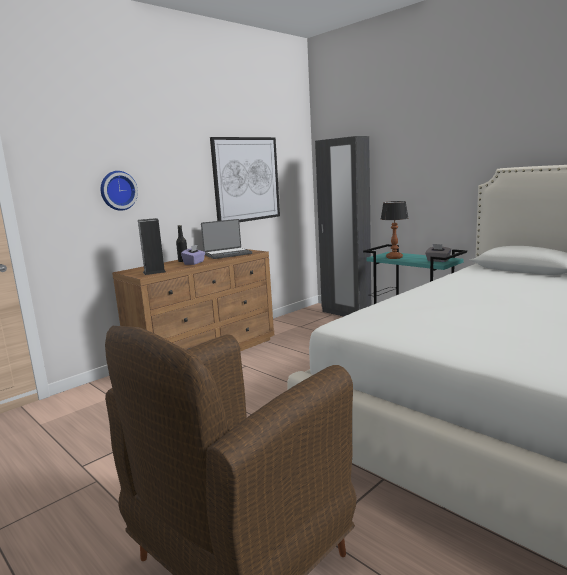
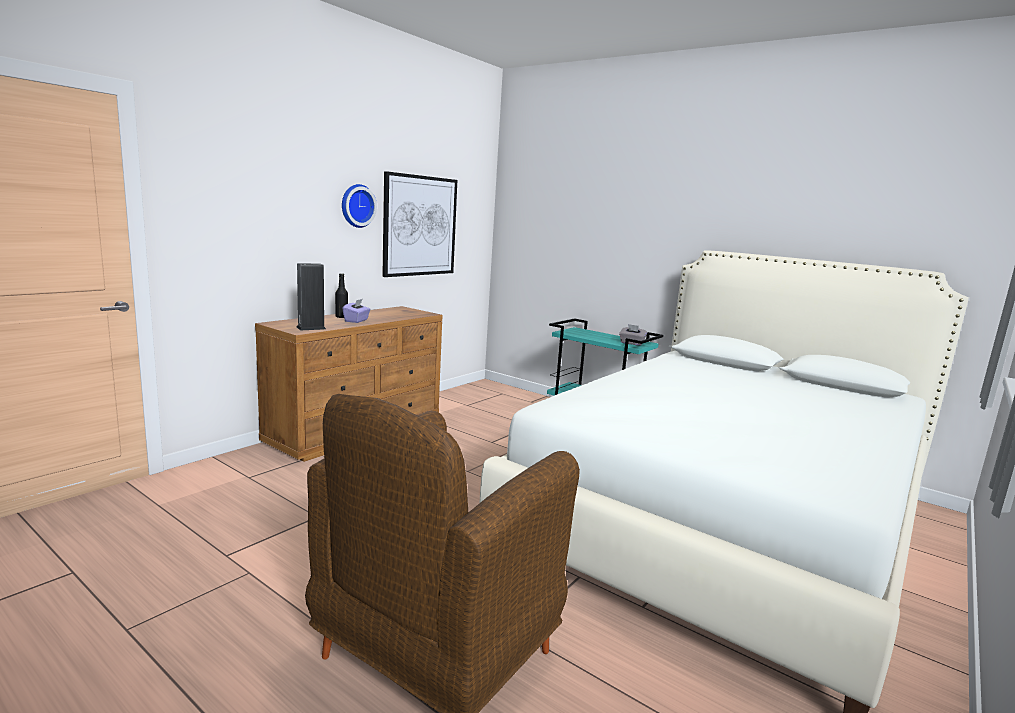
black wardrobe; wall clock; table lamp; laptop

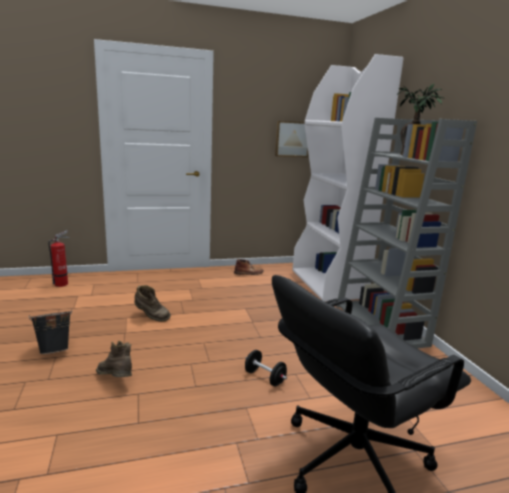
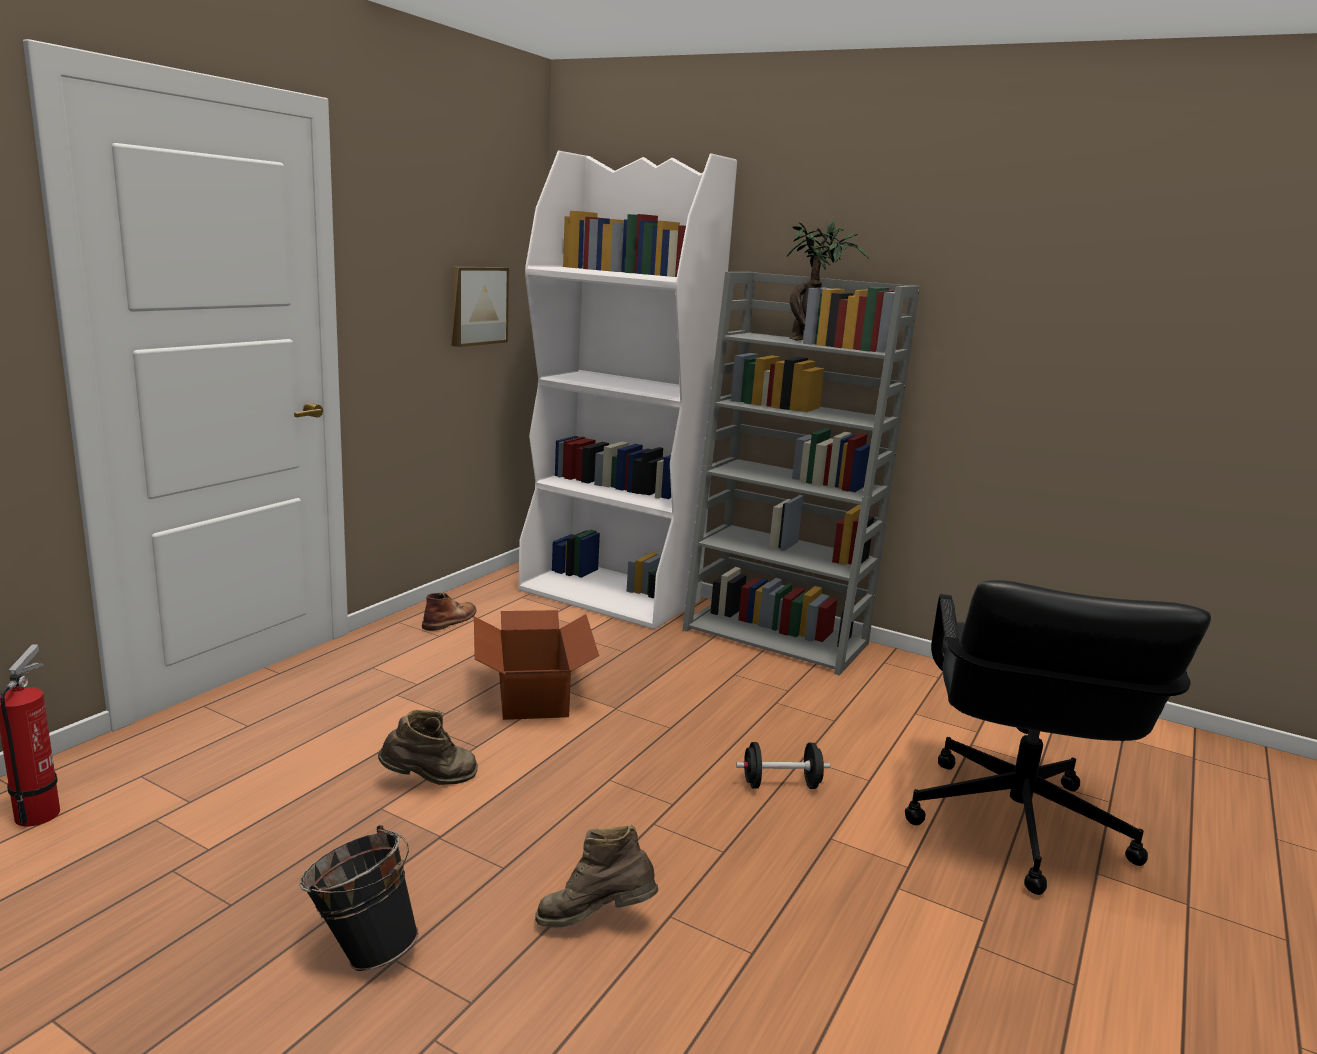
cardboard box

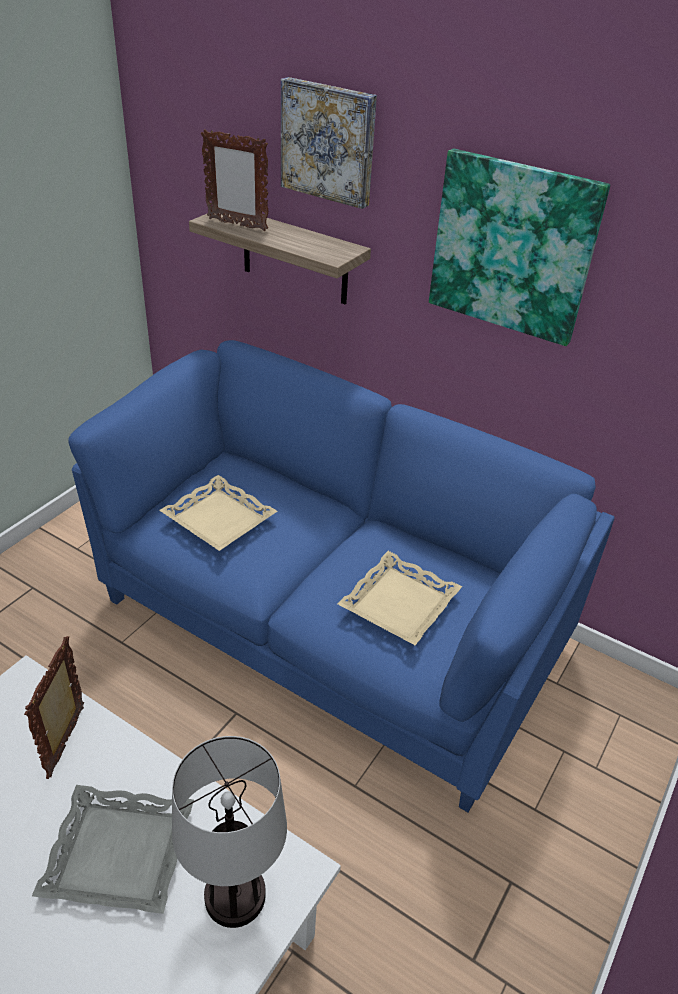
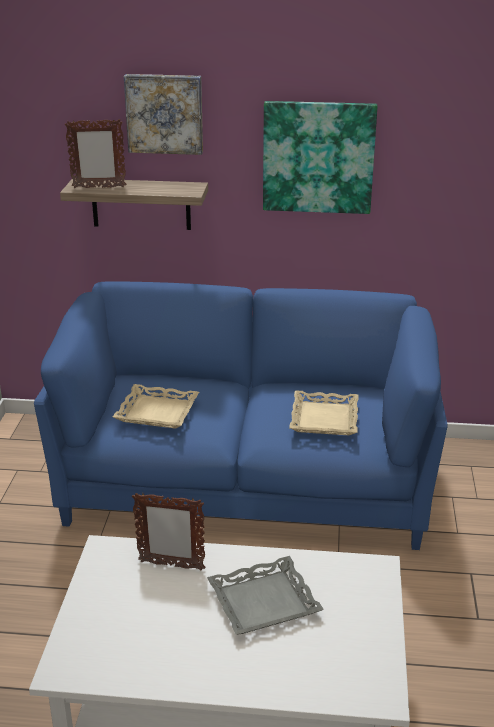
picture frame (no. 2 from left); table lamp

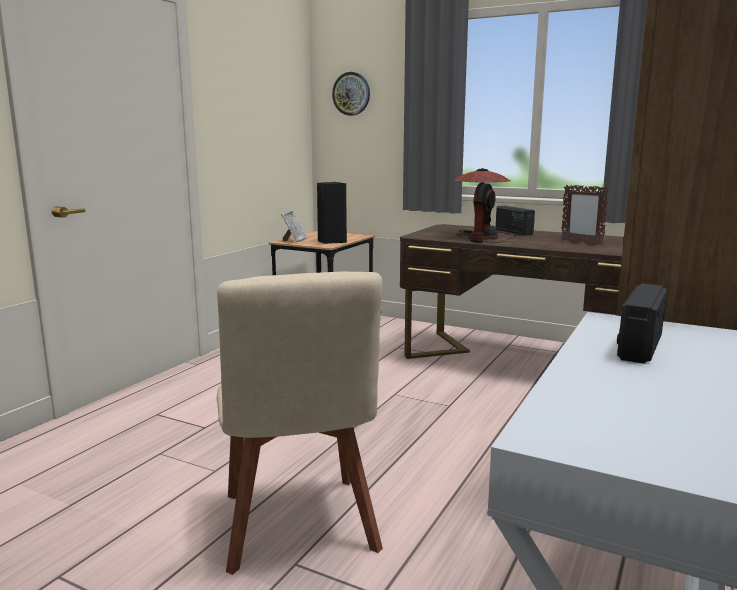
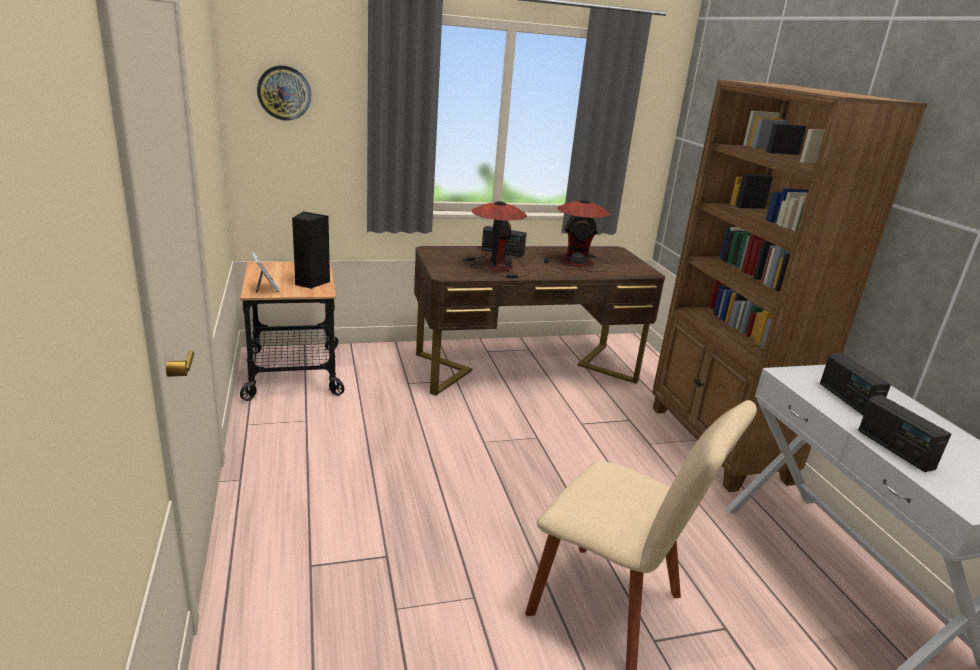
table lamp (no. 2 from left); radio (no. 3 from left)

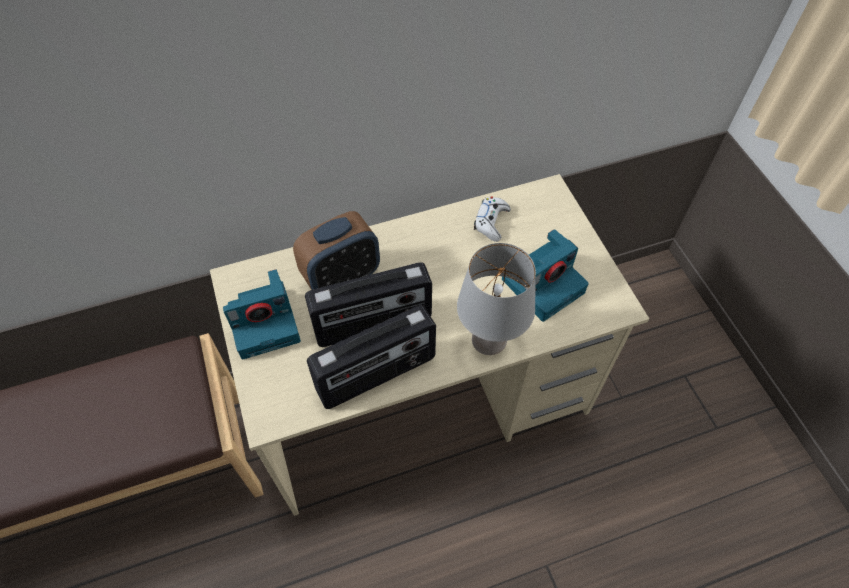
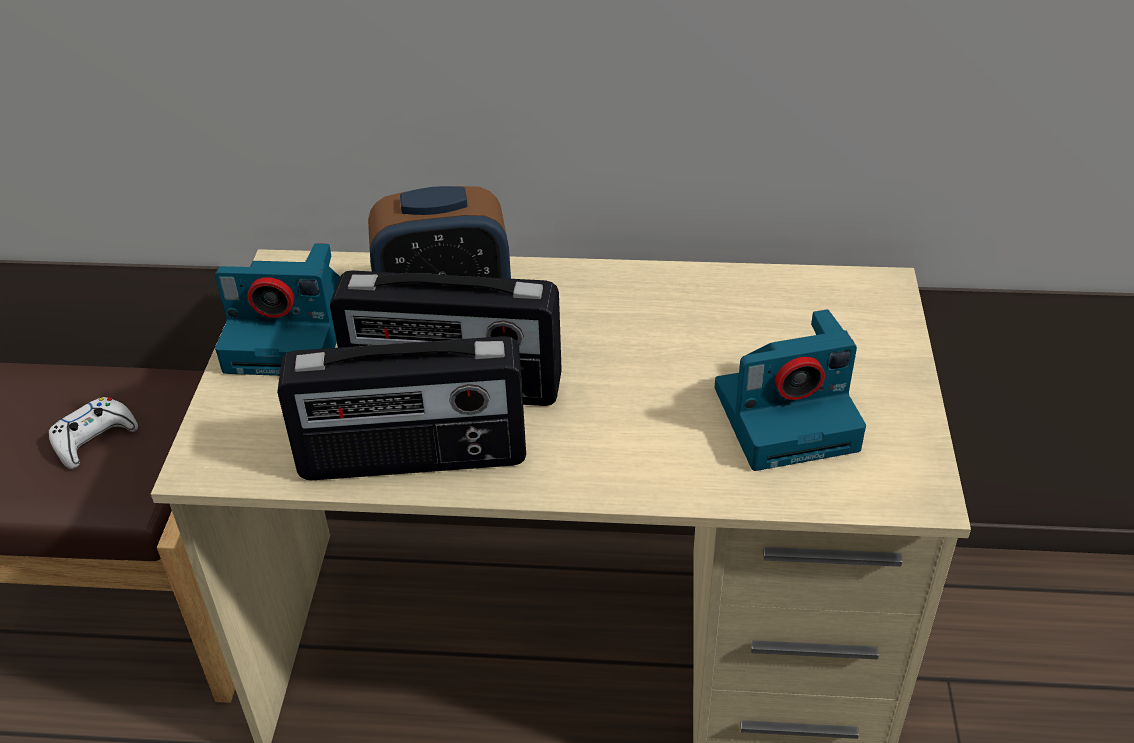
white game controller; grey table lamp

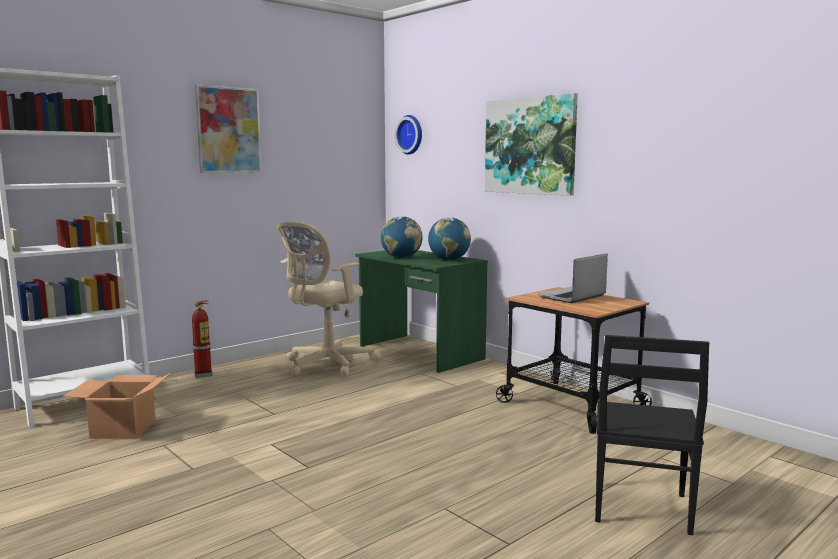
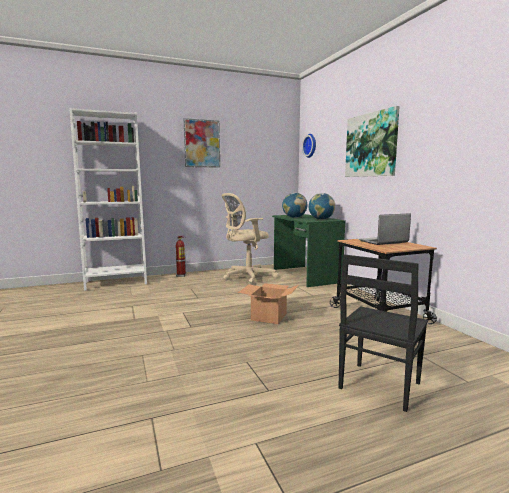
cardboard box

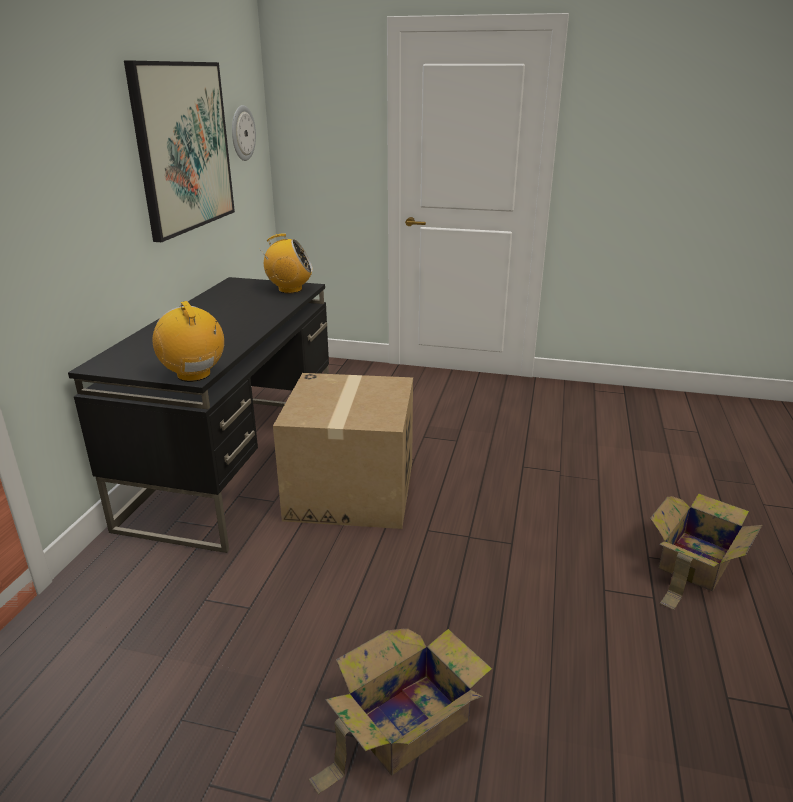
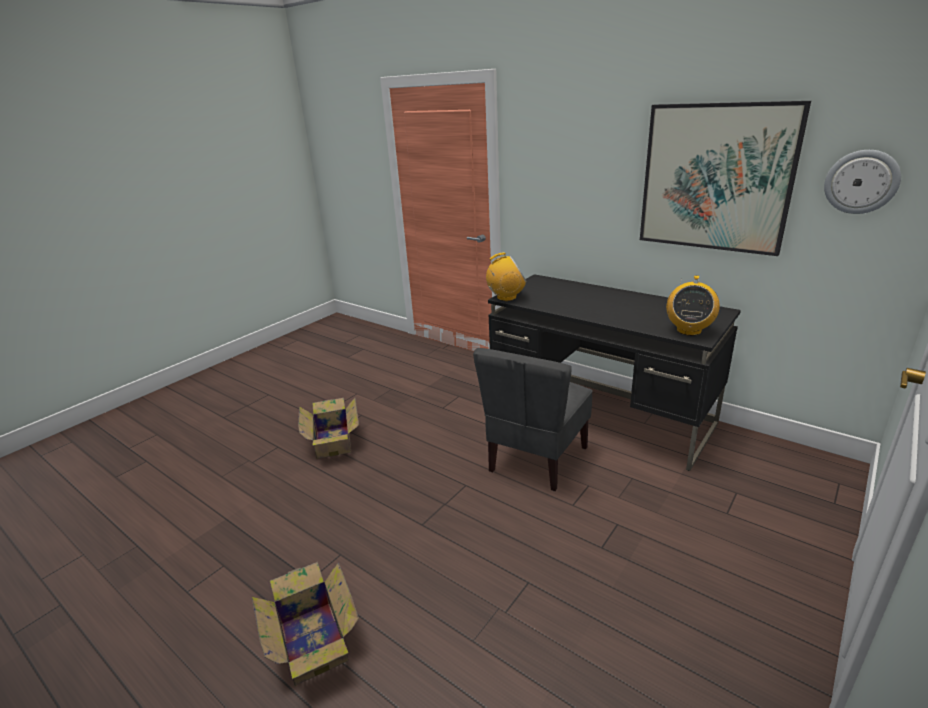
grey chair

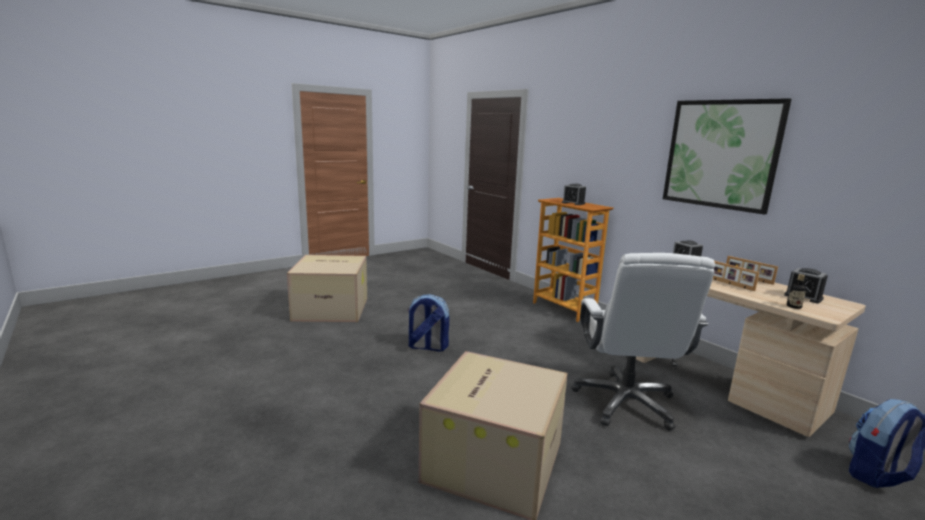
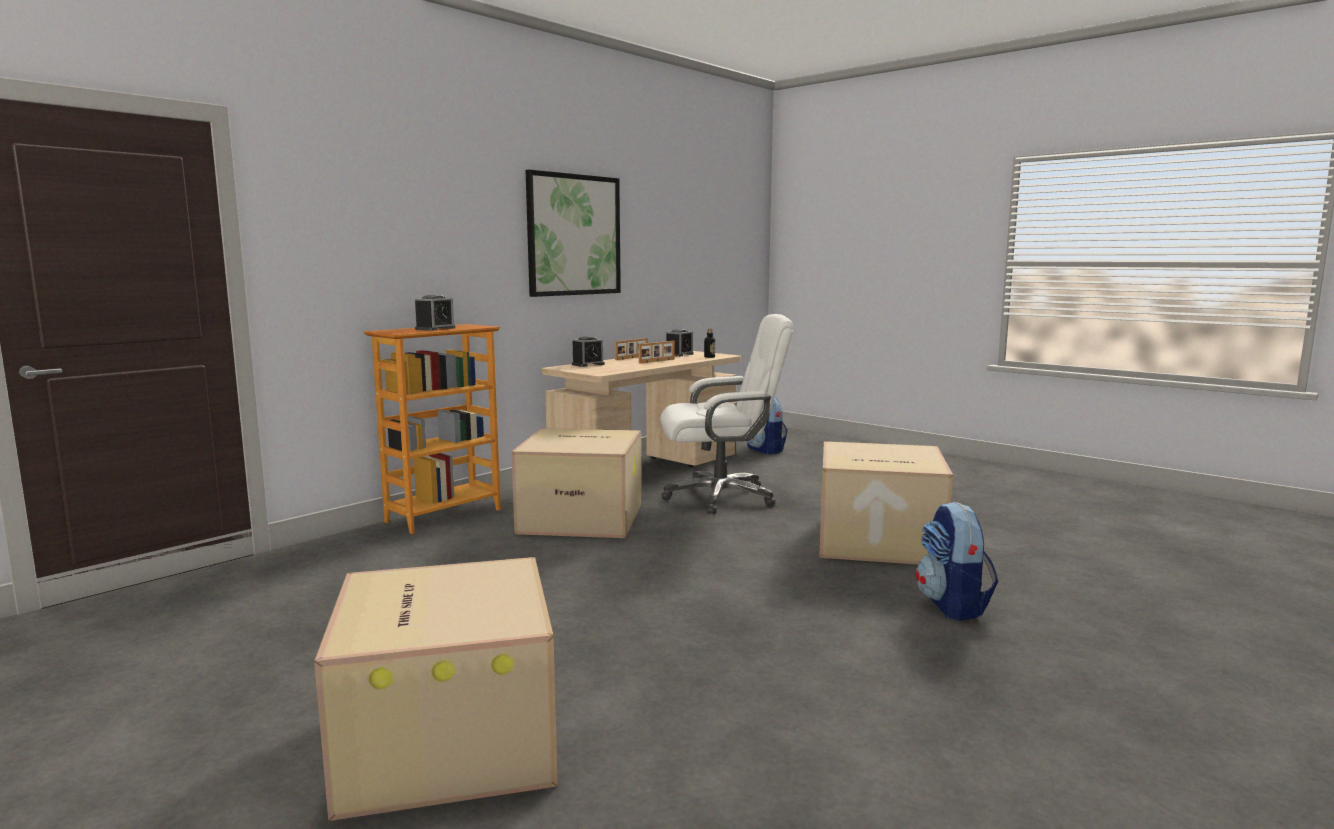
backpack (no. 2 from left); cardboard box (no. 2 from left)

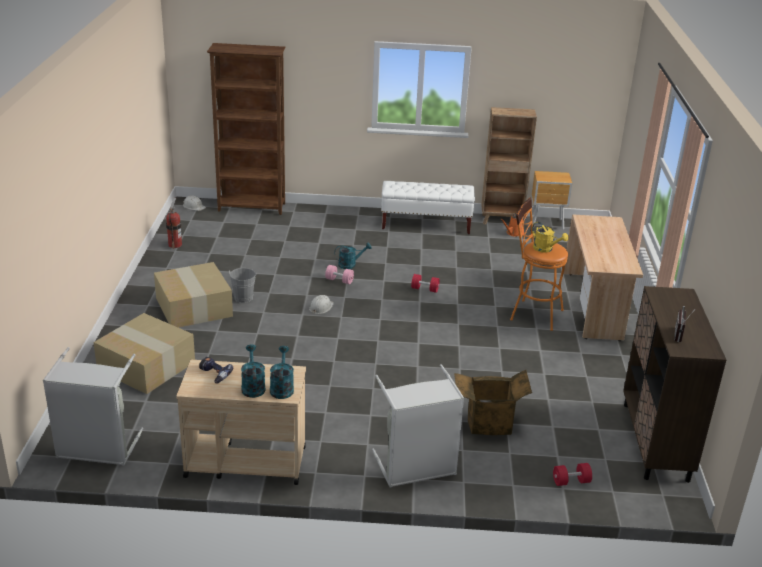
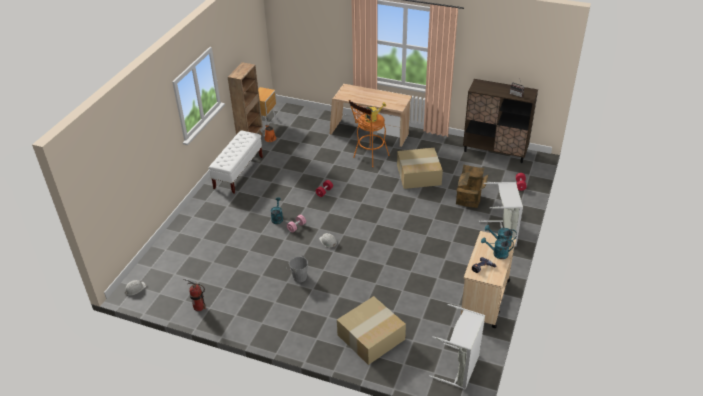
brown bookcase (no. 1 from left in the first image); cardboard box (no. 2 from left)

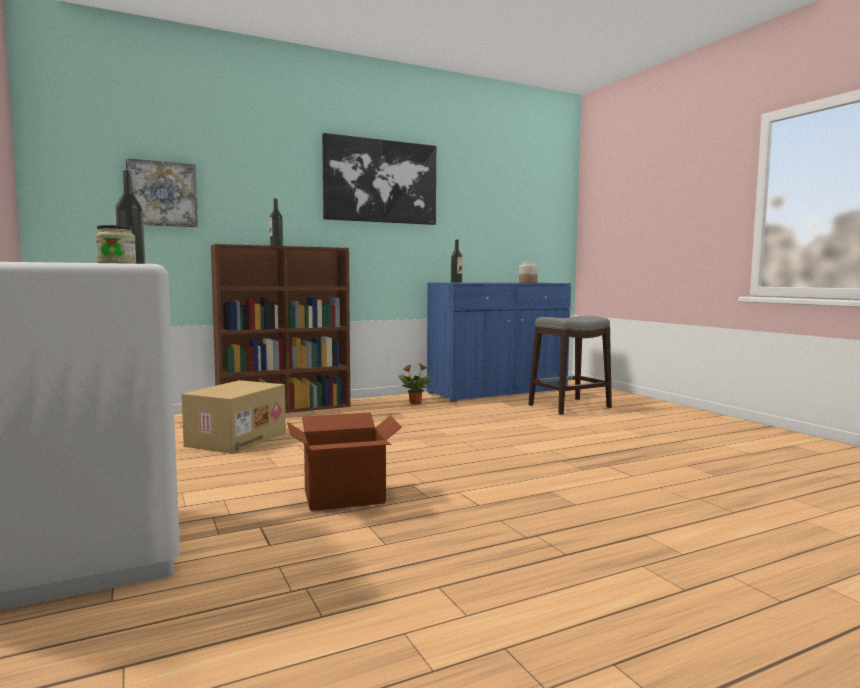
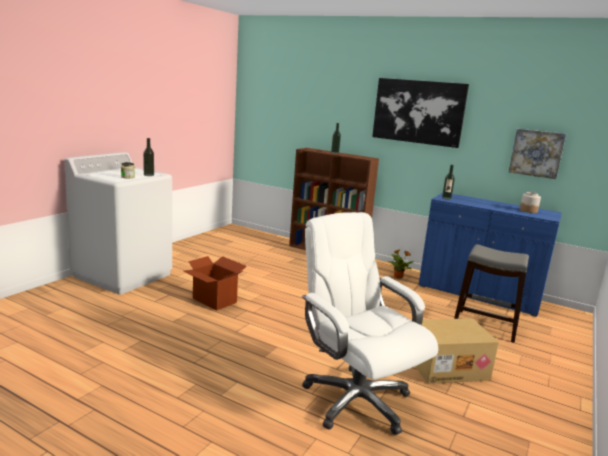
picture (no. 2 from left); cardboard box (no. 2 from left); white office chair

